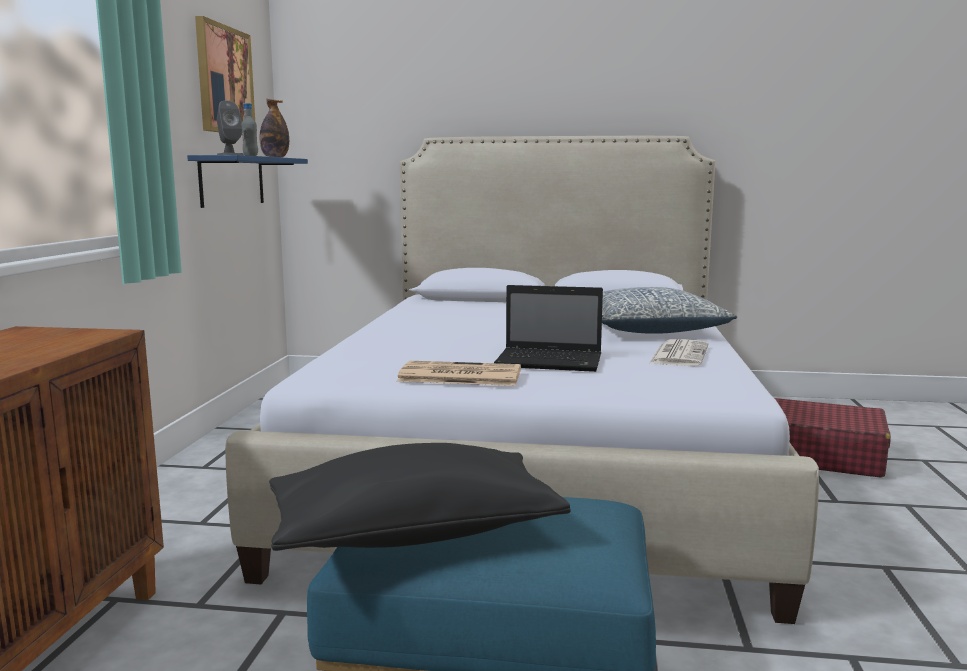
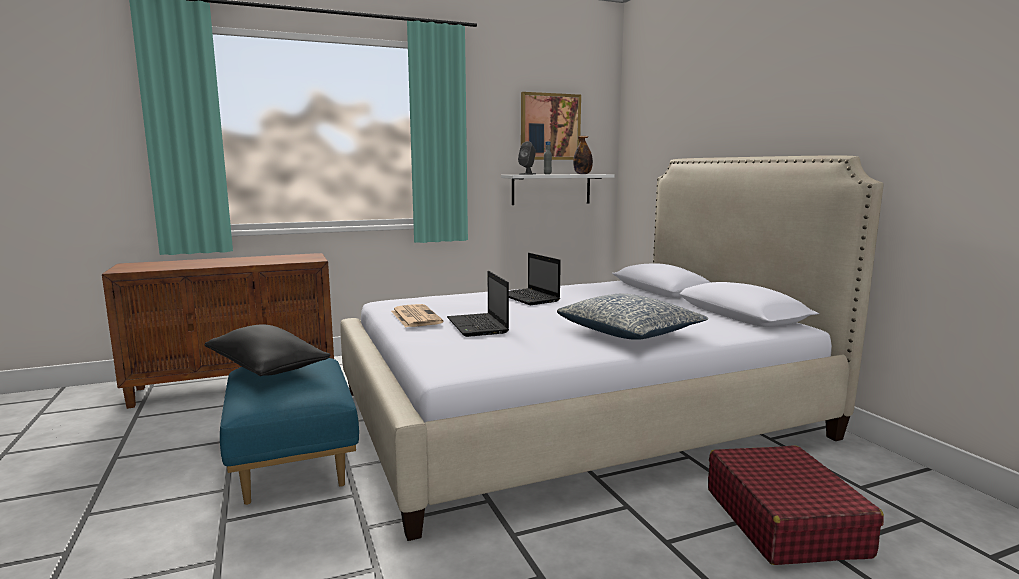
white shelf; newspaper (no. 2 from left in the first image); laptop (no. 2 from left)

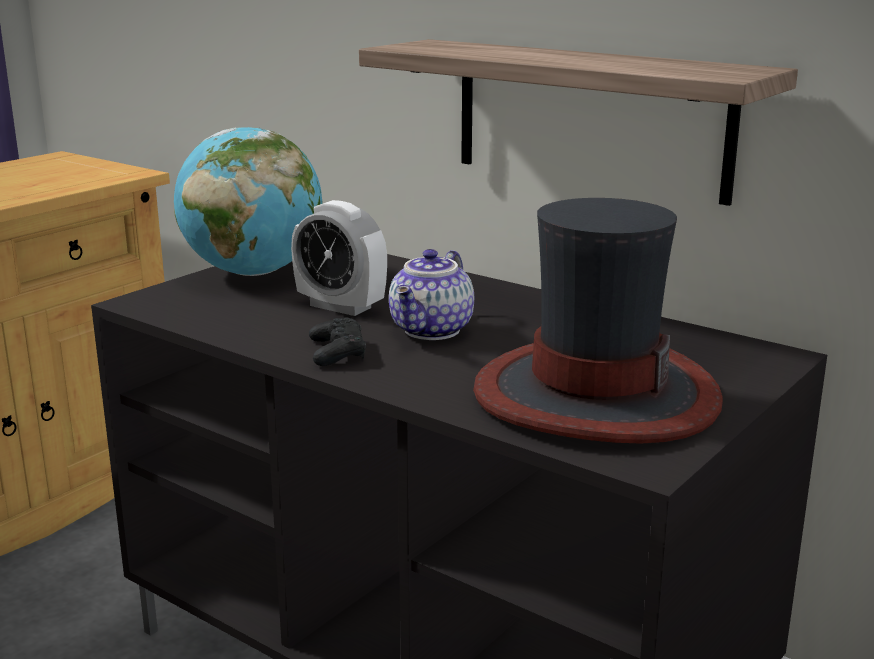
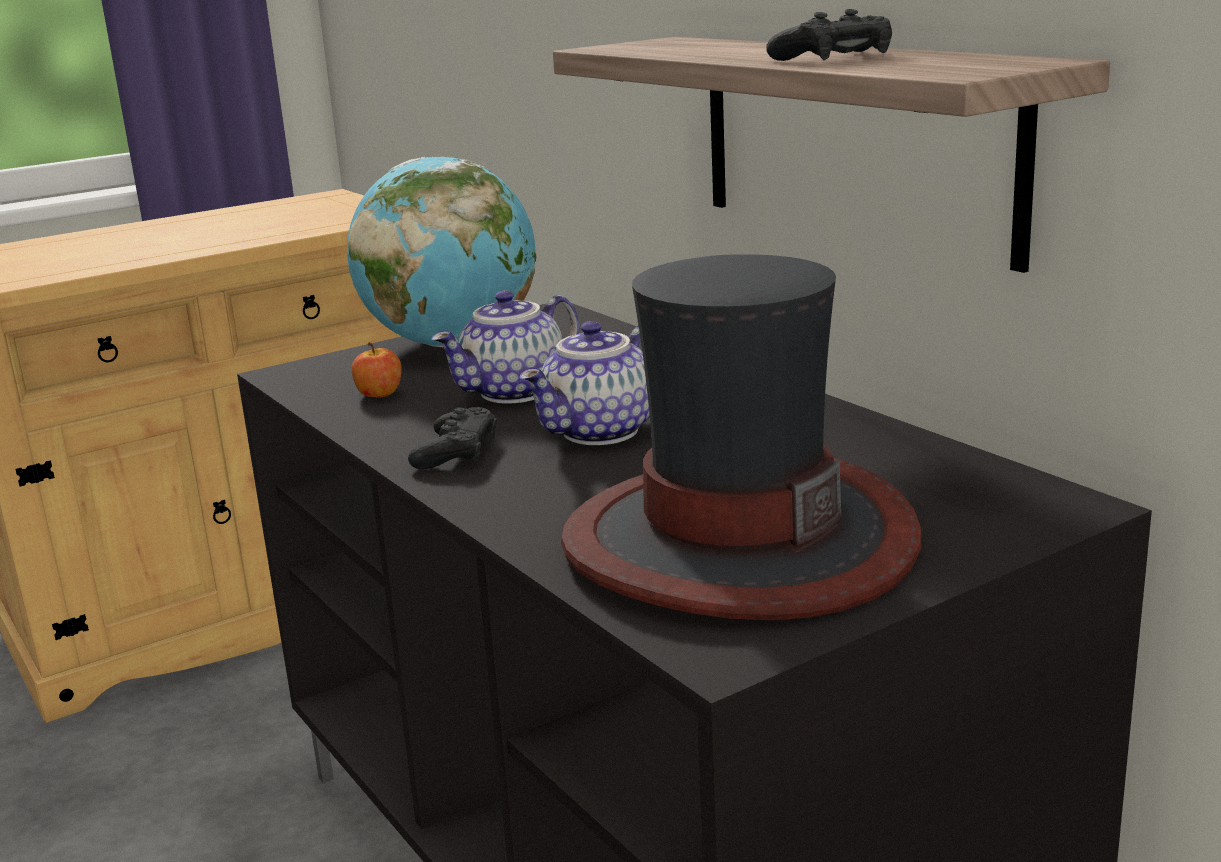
teapot (no. 1 from left); black game controller (no. 2 from left); apple

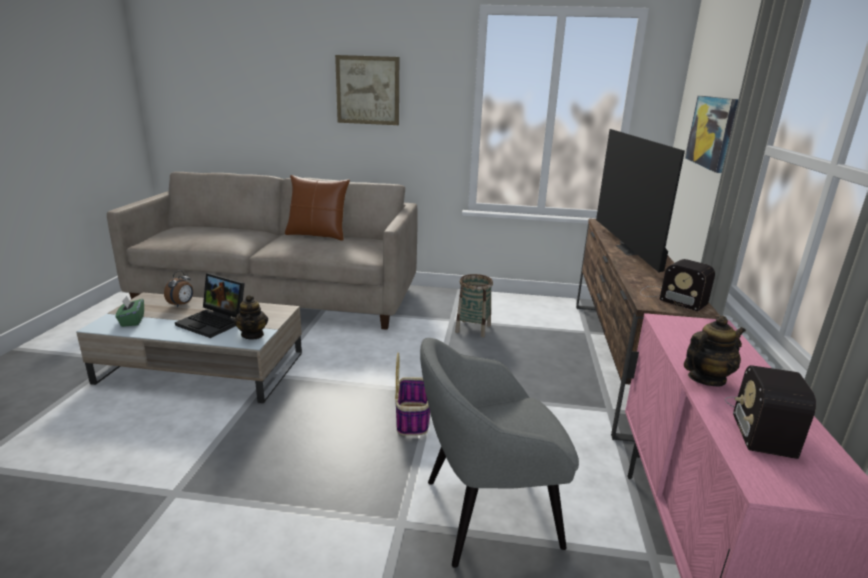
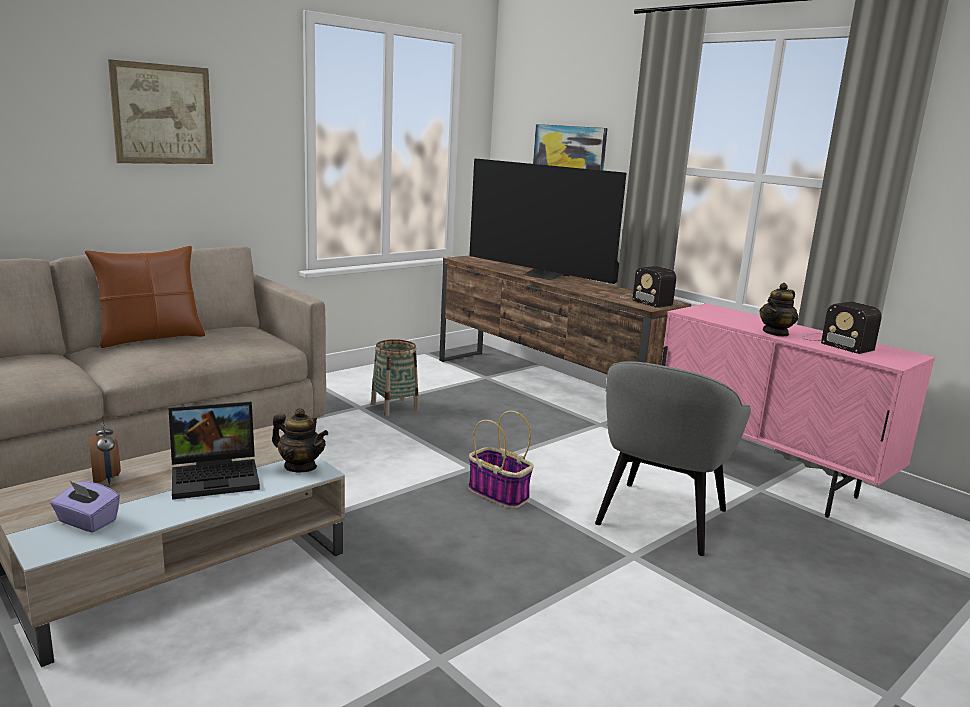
radio (no. 1 from left); purple tissue box; teapot (no. 2 from left)

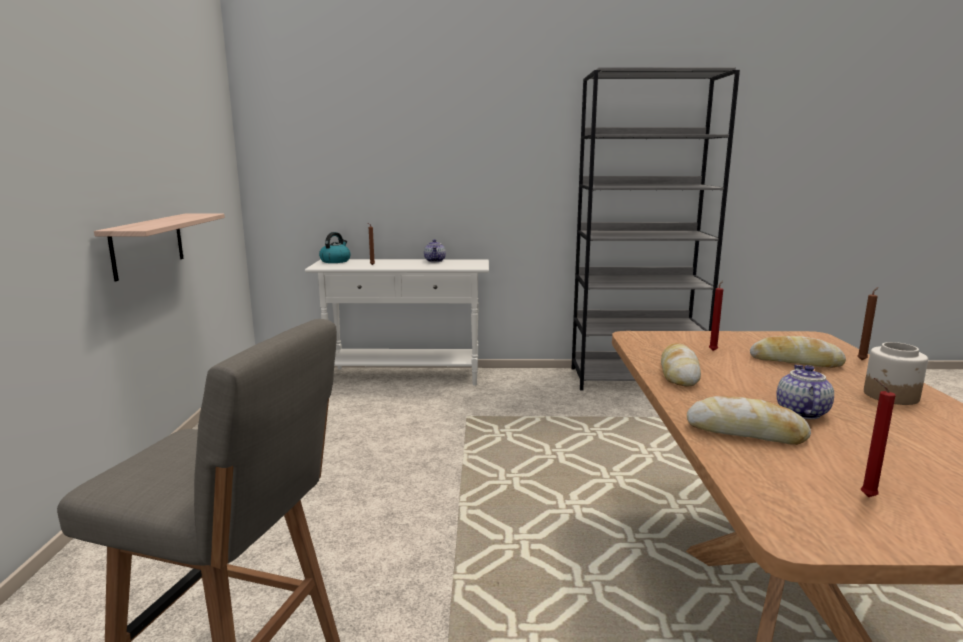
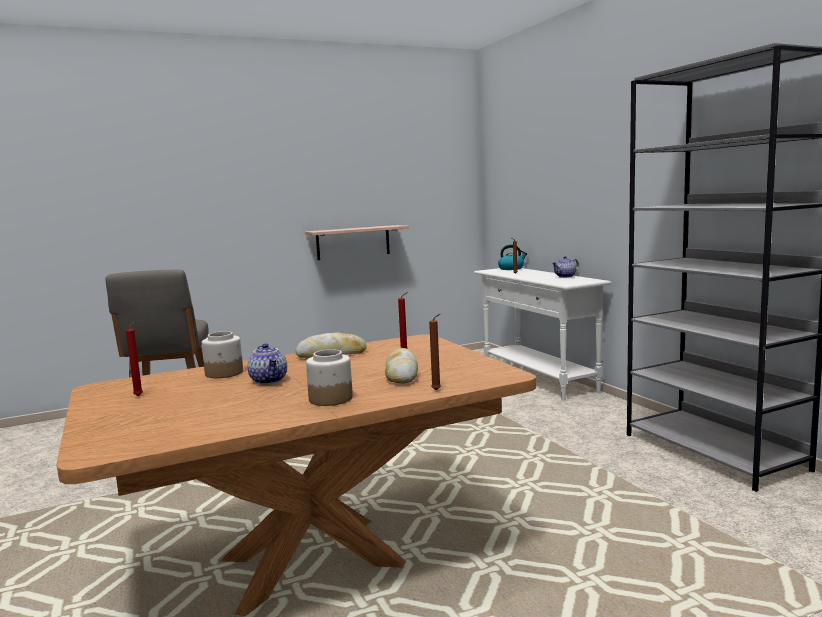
teapot (no. 1 from left); jar (no. 1 from left)

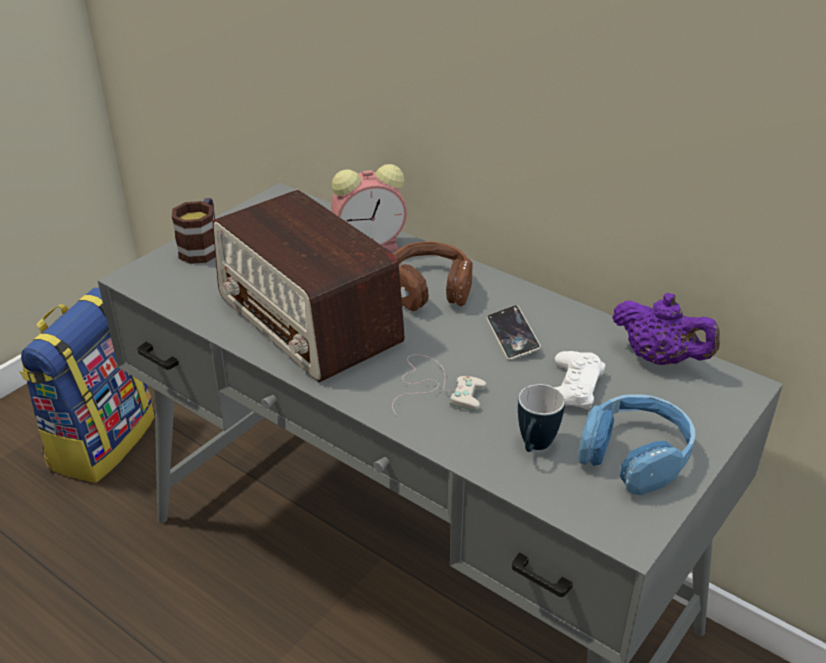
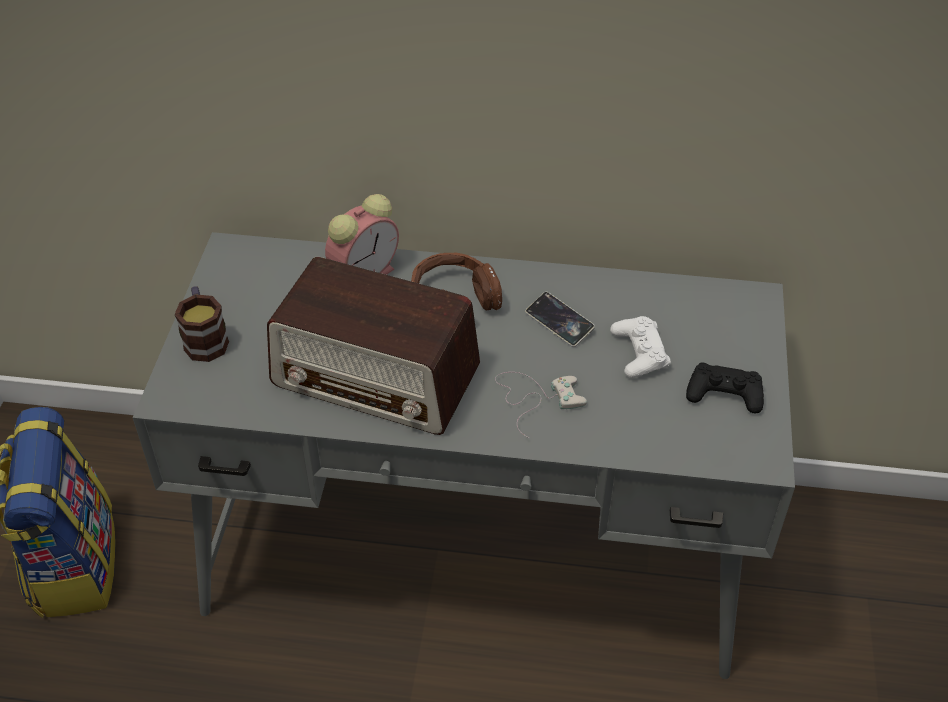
purple teapot; mug (no. 2 from left in the first image); black game controller

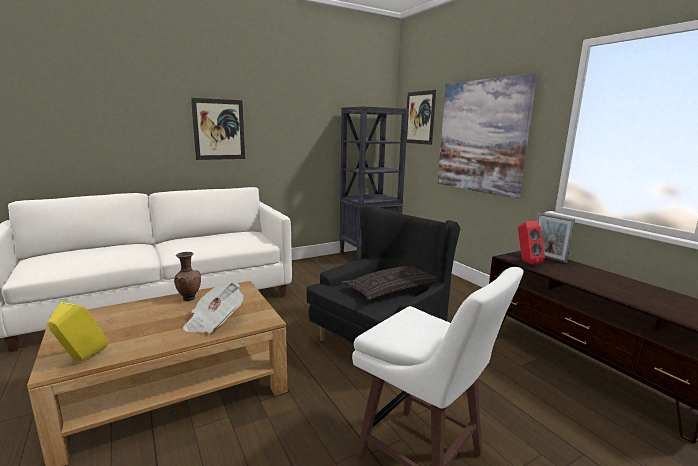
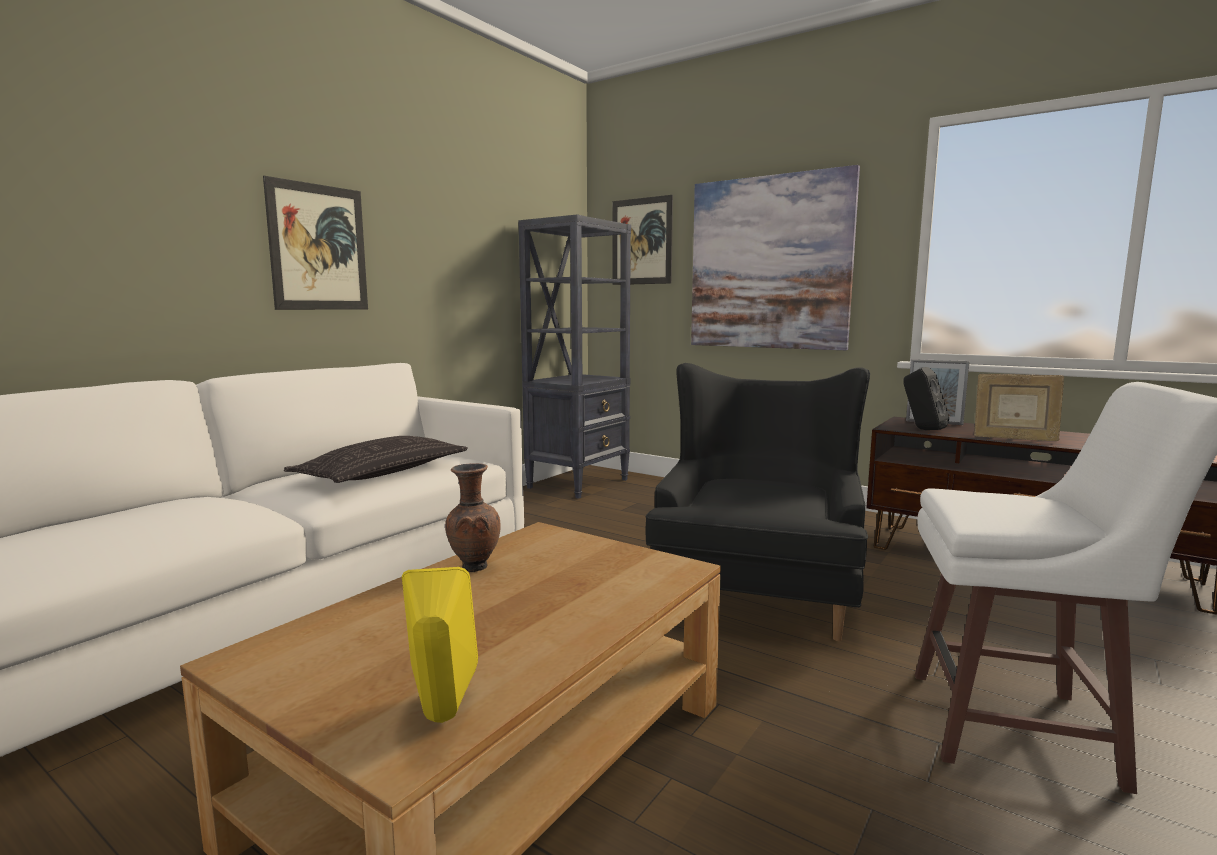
black speaker; pillow; newspaper; picture frame (no. 2 from left)

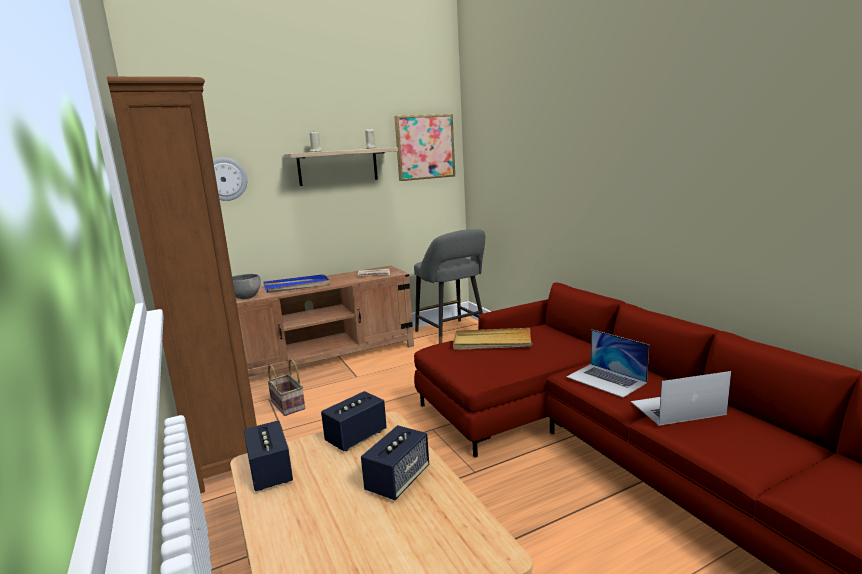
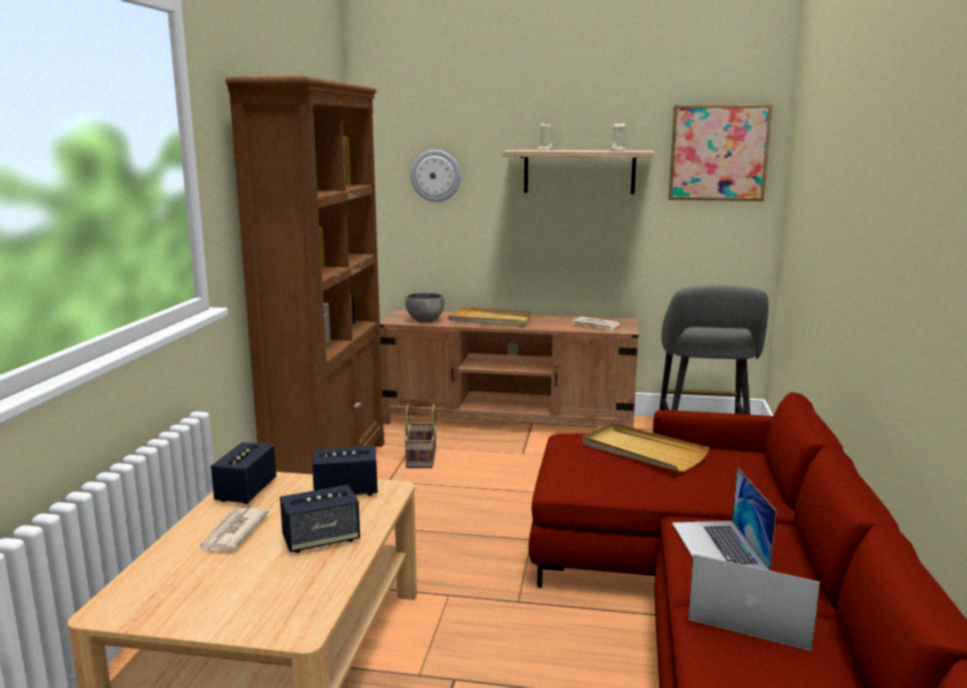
beige tray (no. 1 from left); newspaper (no. 1 from left)

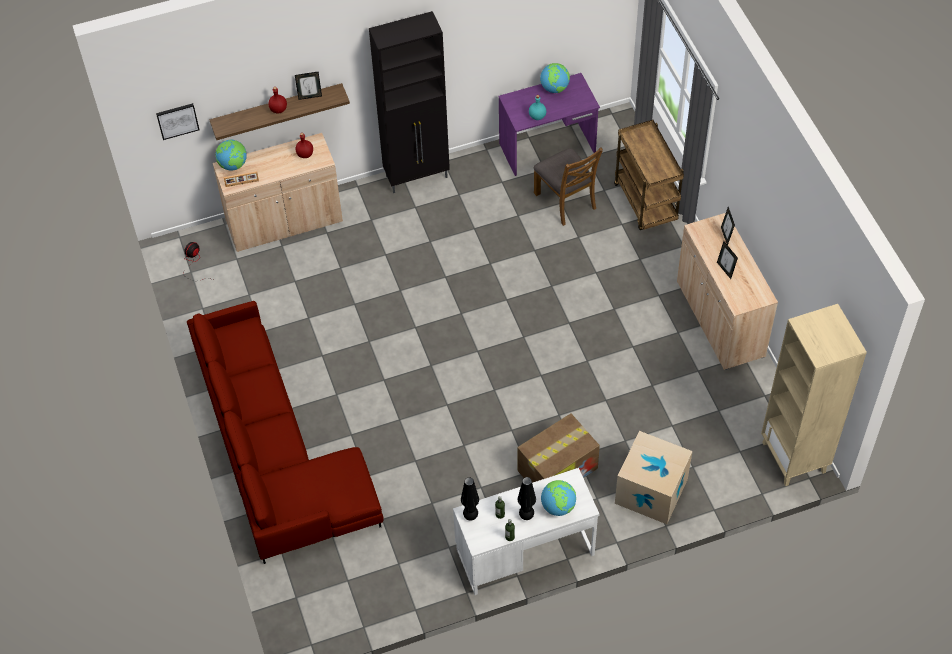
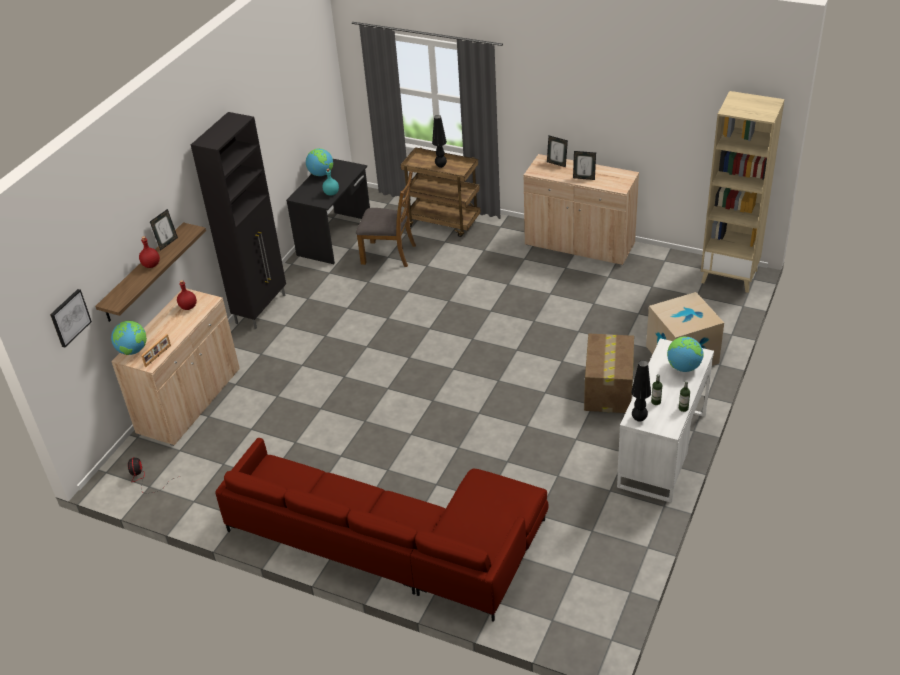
black desk; black table lamp (no. 1 from left)

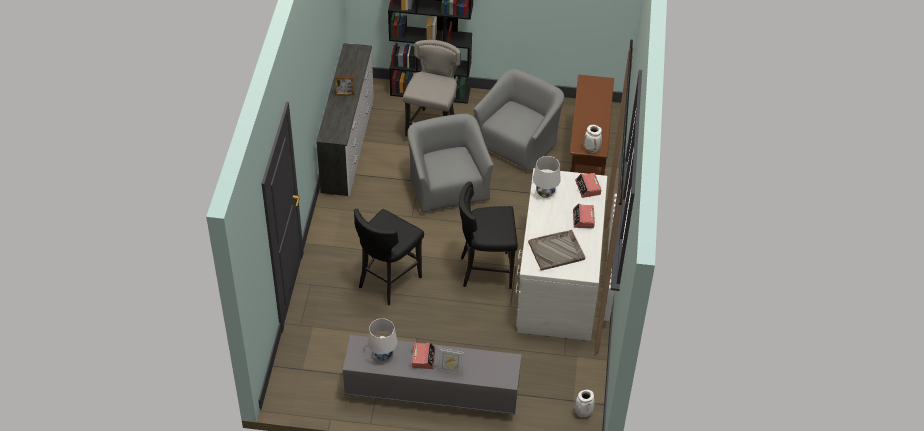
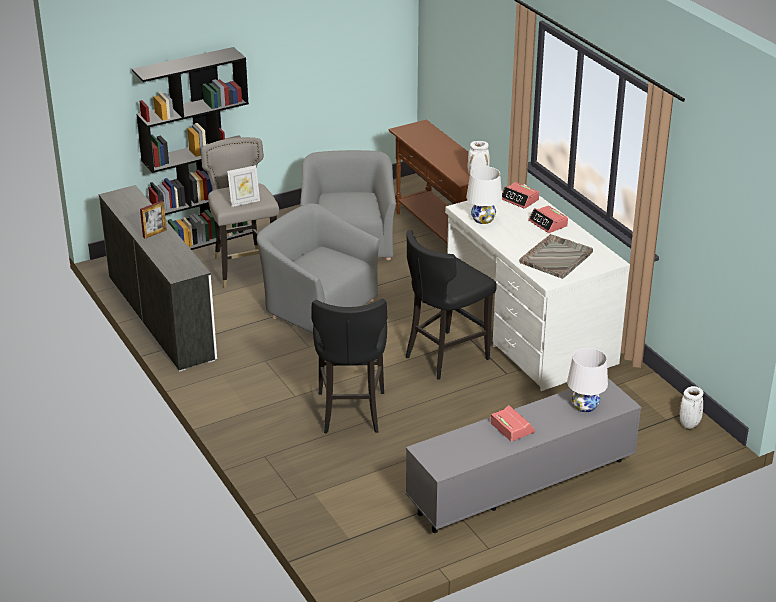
white table lamp (no. 2 from left); picture frame (no. 2 from left)

